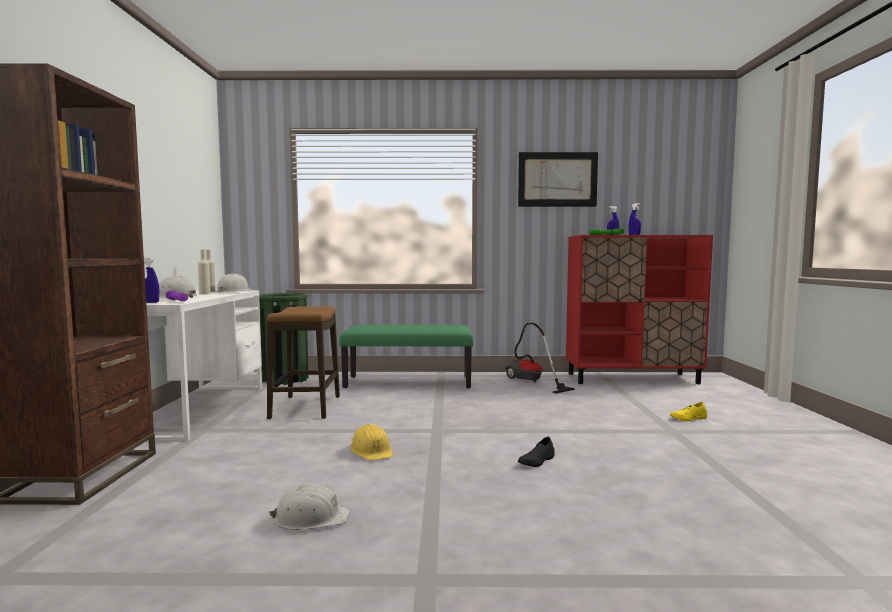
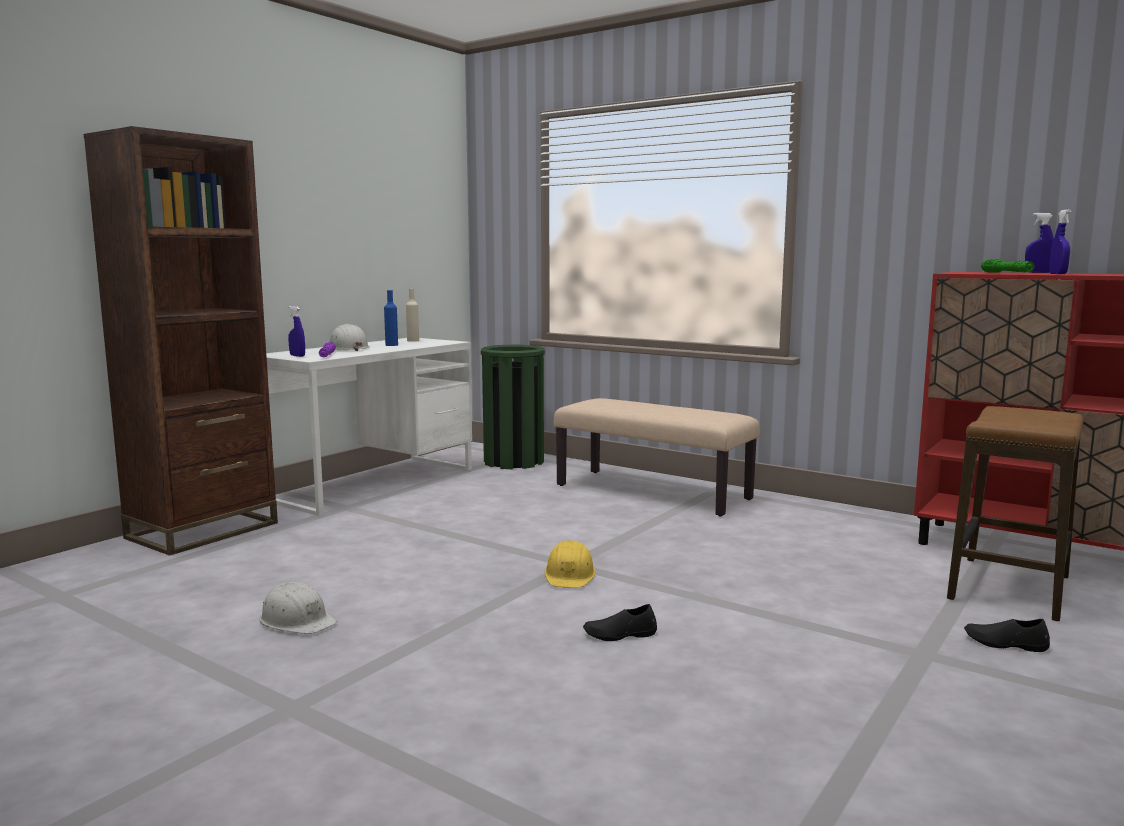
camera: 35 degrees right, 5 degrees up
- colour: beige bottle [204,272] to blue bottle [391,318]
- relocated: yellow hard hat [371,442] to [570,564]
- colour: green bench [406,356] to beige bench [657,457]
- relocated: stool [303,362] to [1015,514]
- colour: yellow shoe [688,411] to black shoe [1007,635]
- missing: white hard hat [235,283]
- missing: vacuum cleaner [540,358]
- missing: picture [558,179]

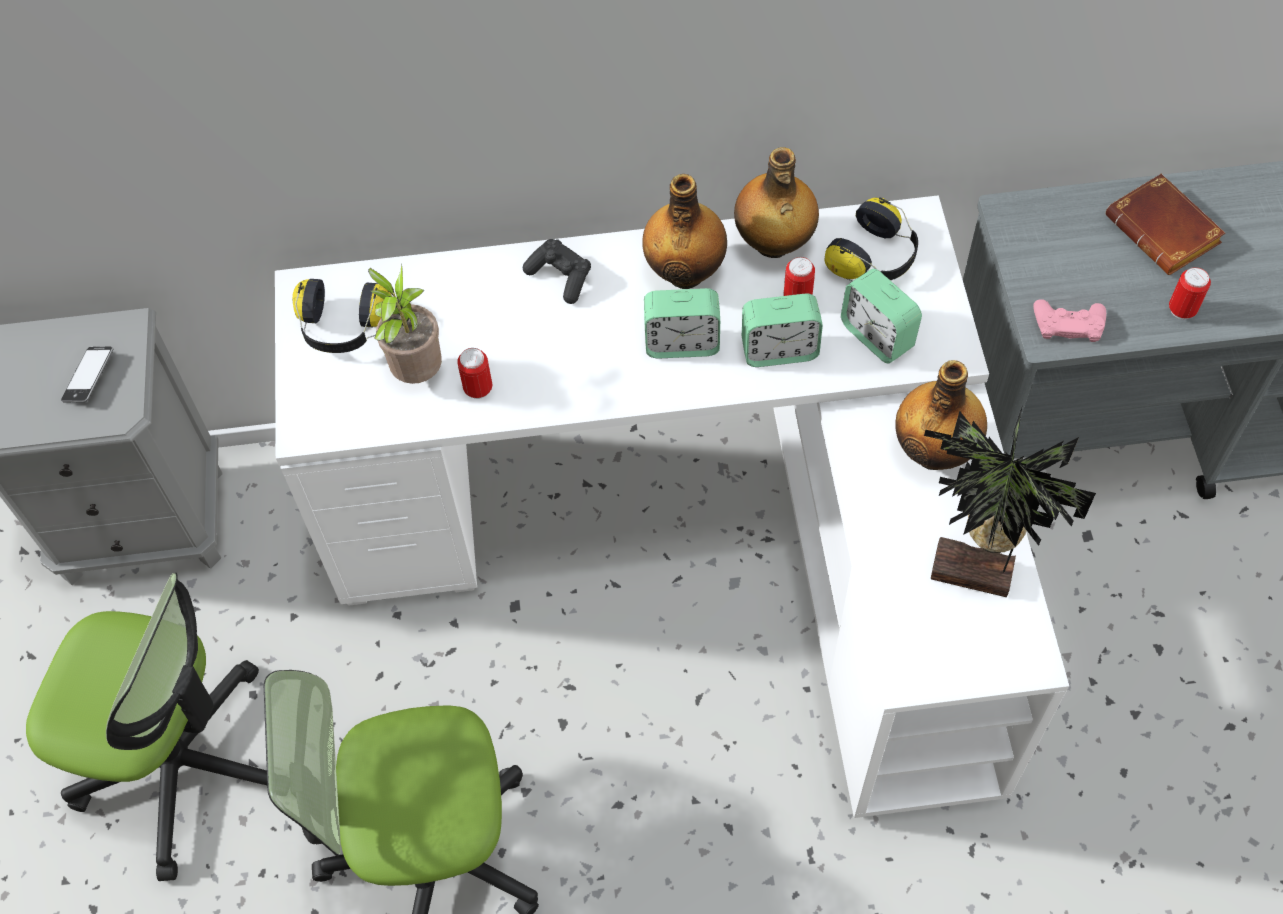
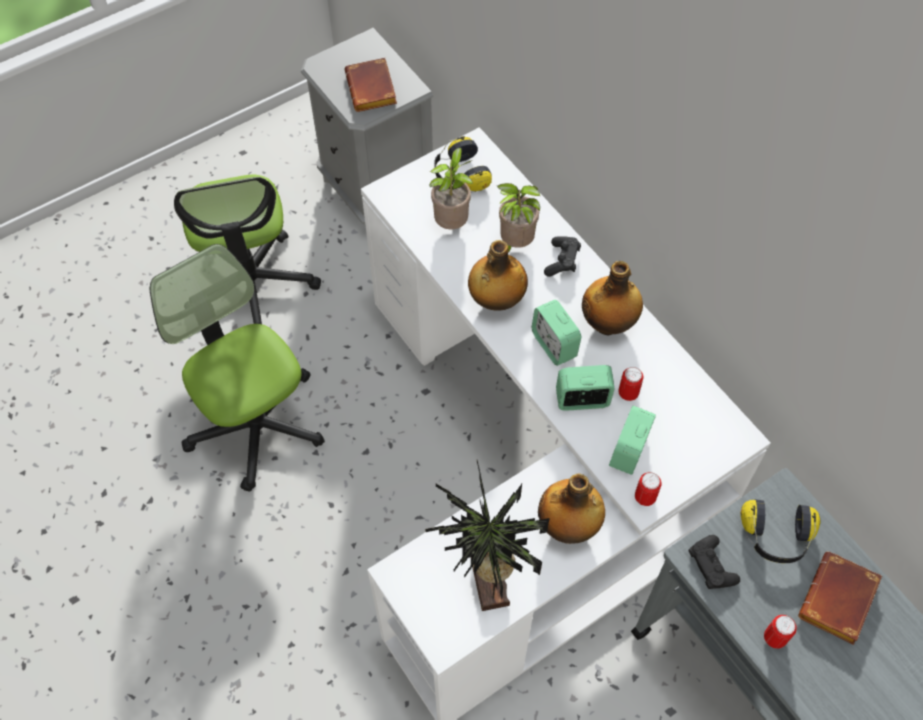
camera: 60 degrees right, 0 degrees up
- exchanged: phone [87,374] to brown book [371,85]
- relocated: bottle [776,202] to [498,275]
- appeared: potted plant [518,217]
- spun: alarm clock [782,330] = [585,388] 120 degrees clockwise
- relocated: can [474,373] to [648,489]
- colour: pink game controller [1069,320] to black game controller [714,562]
- relocated: headphones [871,239] to [781,531]

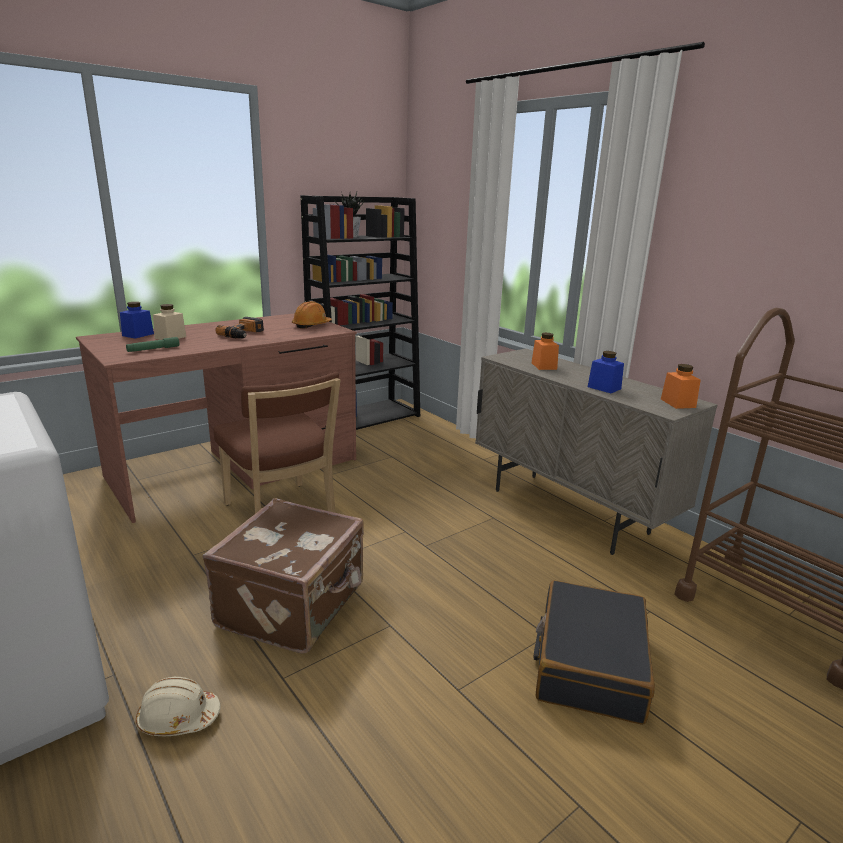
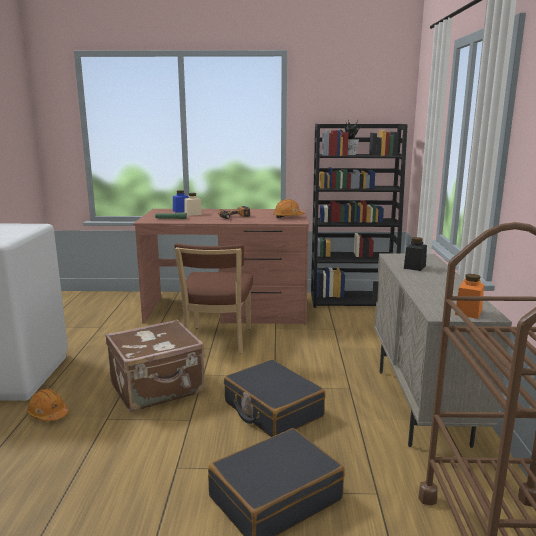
camera: 40 degrees right, 5 degrees down
- colour: beige hard hat [178,706] to orange hard hat [48,404]
- appeared: black suitcase [275,398]
- colour: orange jar [545,351] to black jar [415,254]
- missing: blue jar [606,372]

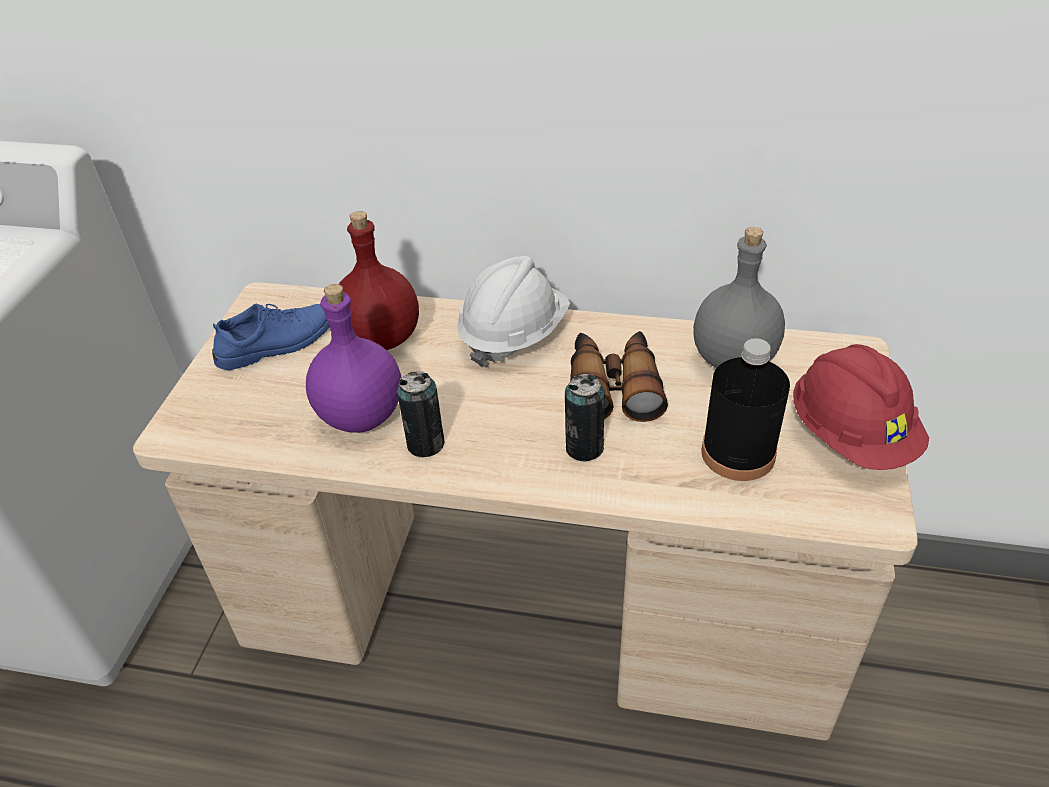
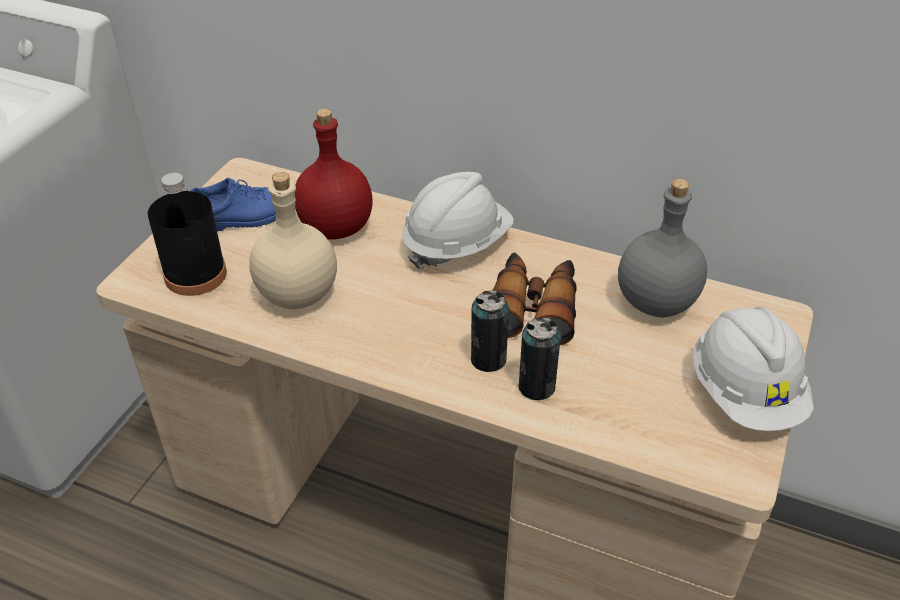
camera: 10 degrees right, 0 degrees up
- relocated: black bottle [745,409] to [187,234]
- colour: purple bottle [353,358] to beige bottle [293,240]
- relocated: can [420,414] to [539,358]
- colour: red hard hat [861,407] to white hard hat [753,369]

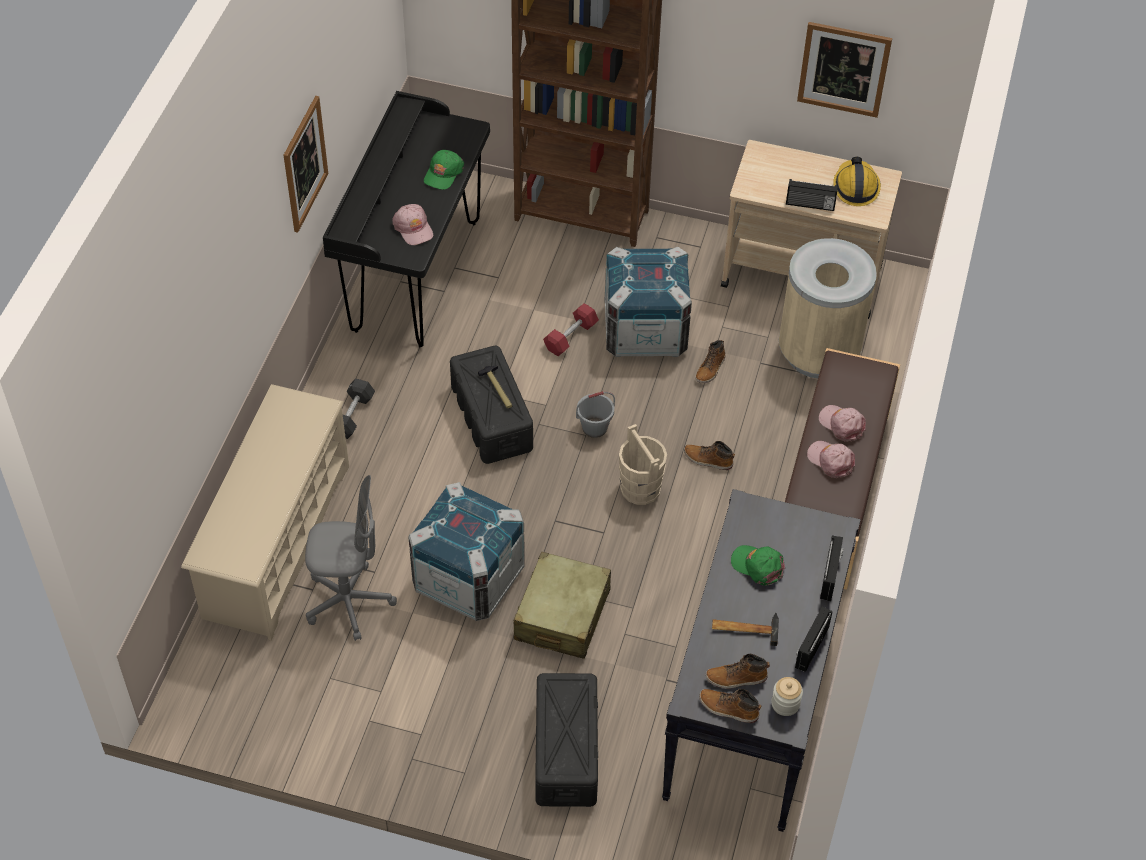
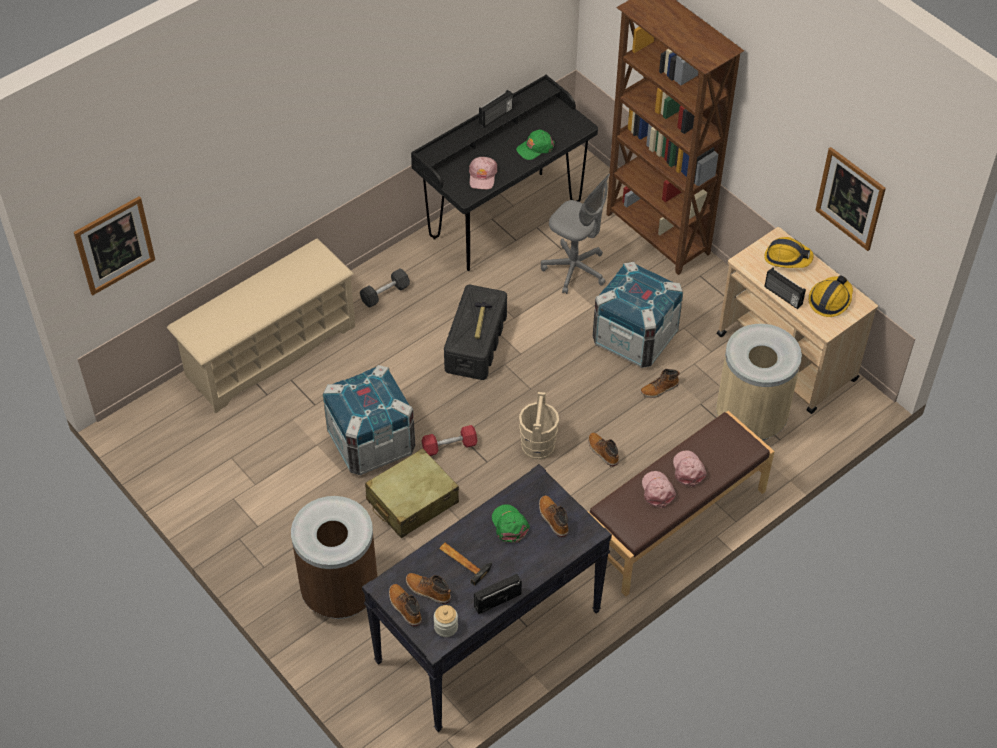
camera: 35 degrees right, 0 degrees up
- relocated: picture [305,164] to [114,245]
- exchanged: black storage box [566,740] to brown trash can [334,557]
- relocated: red dumbbell [571,329] to [449,440]
- relocated: radio [832,568] to [496,109]
- appeared: boot [554,516]
- relocated: grey office chair [351,558] to [575,234]
- appeared: hard hat [789,252]
- missing: grey bucket [595,414]

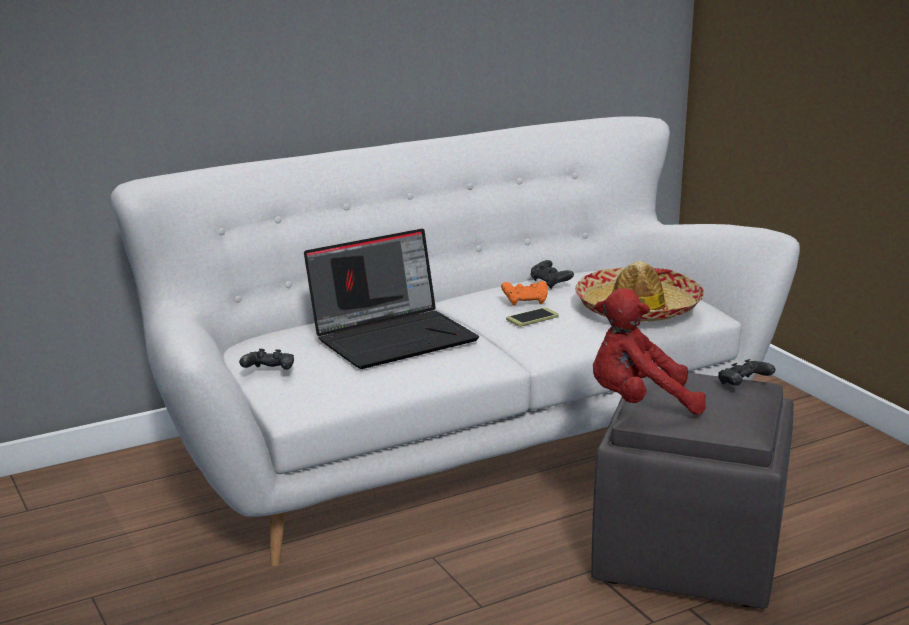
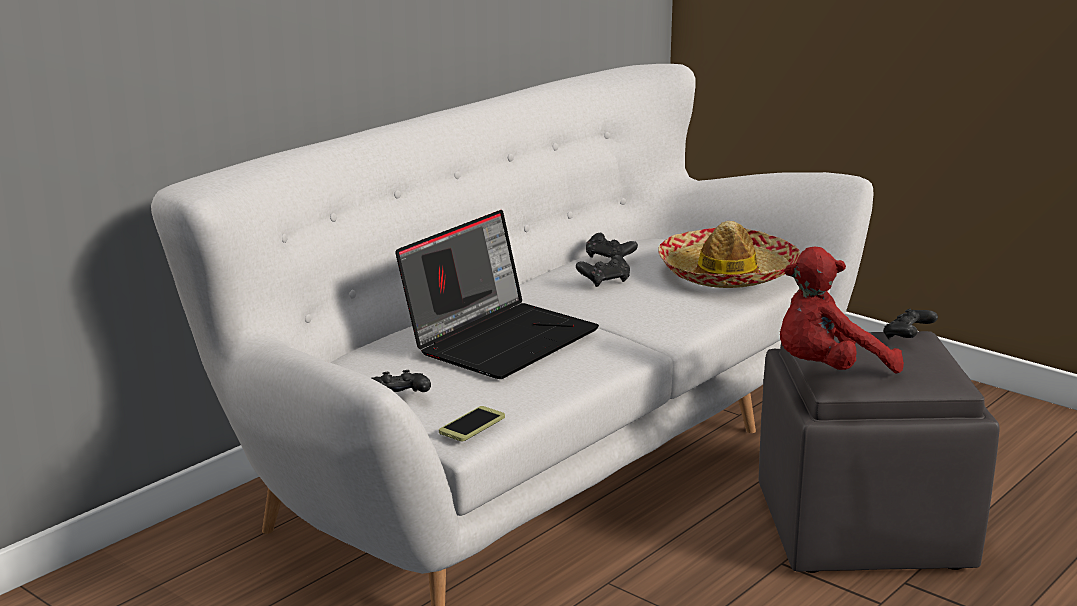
camera: 20 degrees left, 0 degrees up
- relocated: phone [532,317] to [472,423]
- colour: orange game controller [524,293] to black game controller [603,271]

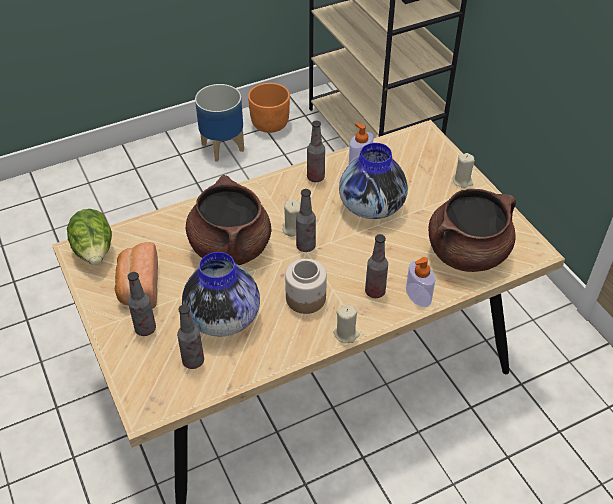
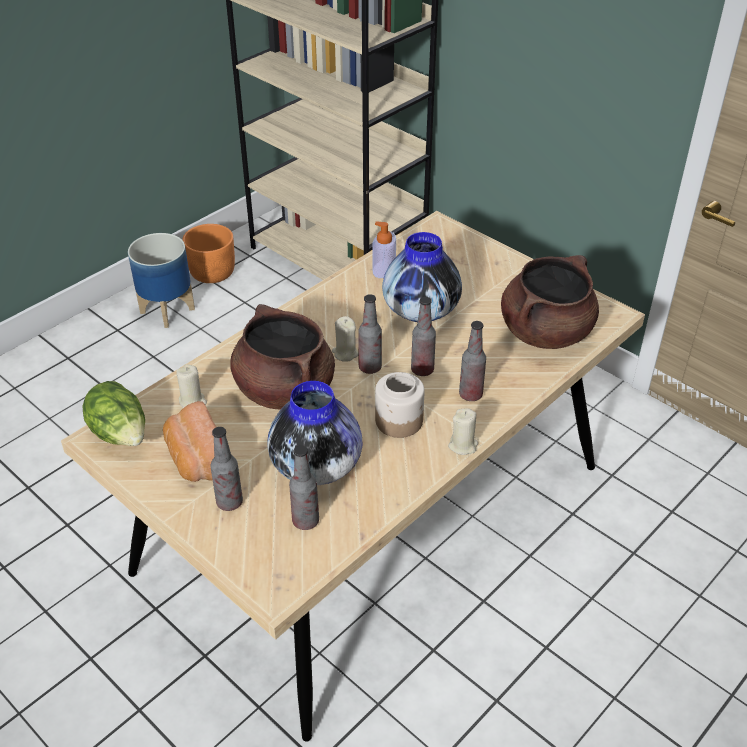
camera: 20 degrees left, 5 degrees down
- relocated: beige candle [464,170] to [191,386]
- relocated: bottle [316,151] to [423,336]
- missing: soap dispenser [421,282]

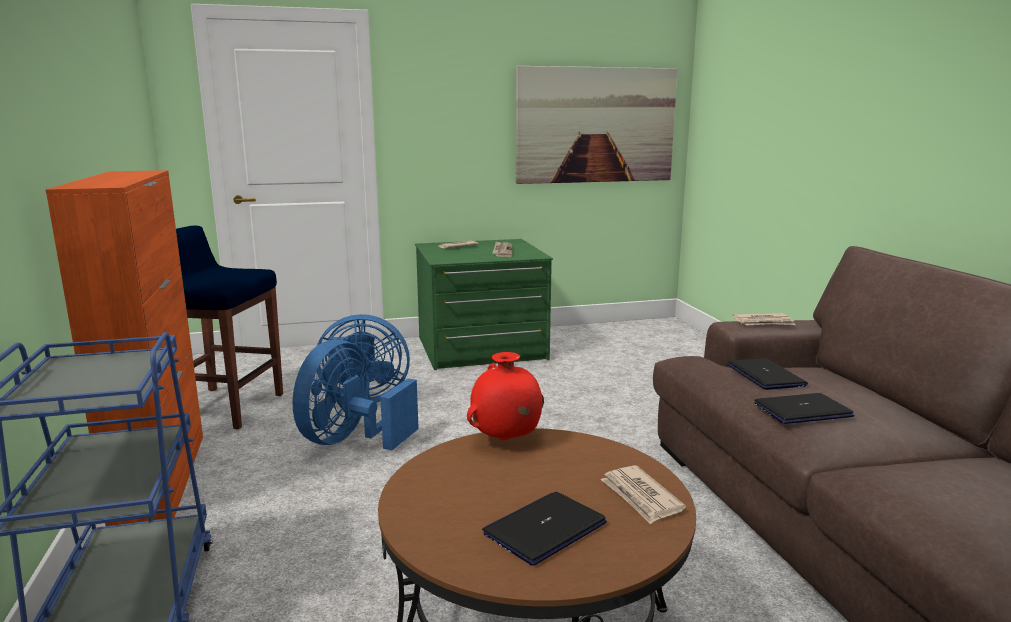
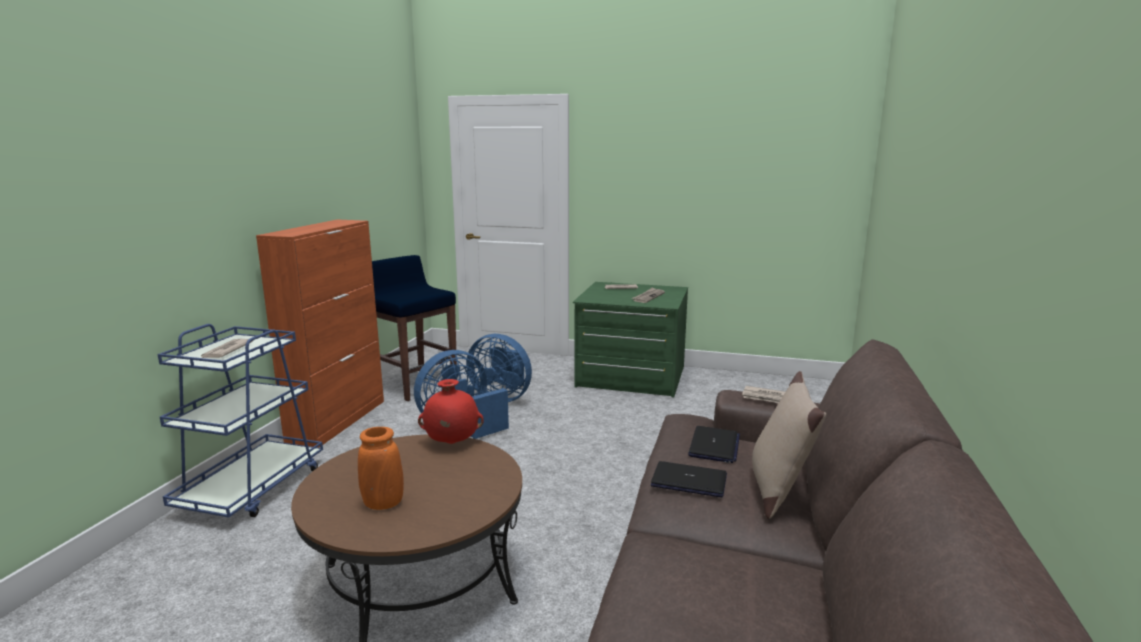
camera: 30 degrees right, 0 degrees up
- relocated: newspaper [643,494] to [227,348]
- exchanged: laptop [544,529] to orange vase [381,468]
- appeared: beige pillow [789,445]
- missing: picture [597,125]

